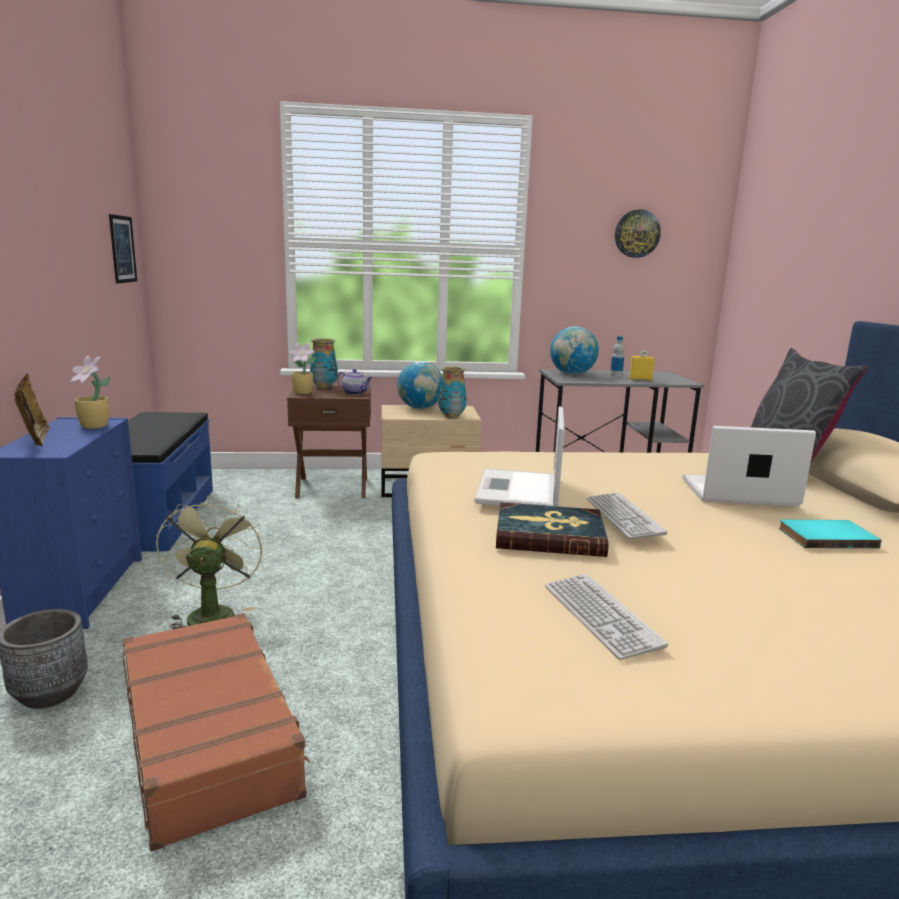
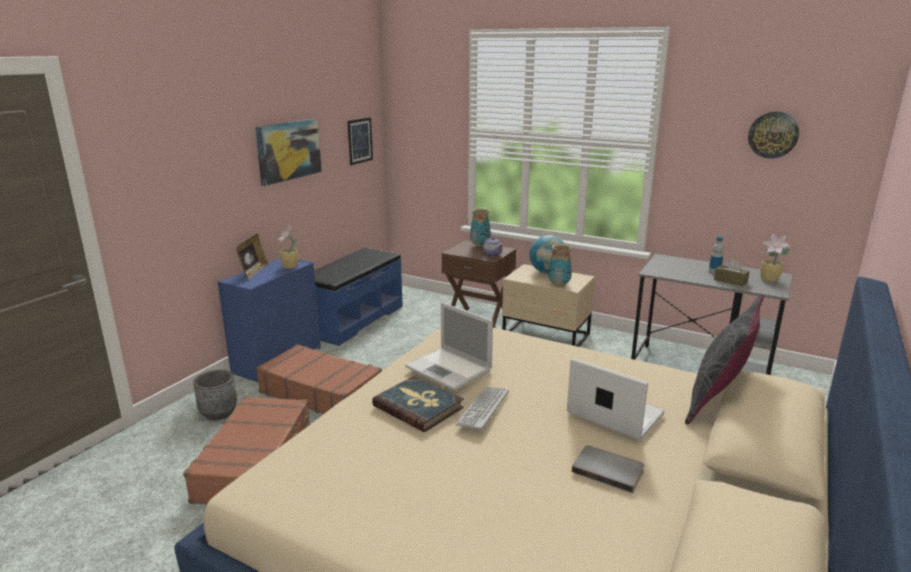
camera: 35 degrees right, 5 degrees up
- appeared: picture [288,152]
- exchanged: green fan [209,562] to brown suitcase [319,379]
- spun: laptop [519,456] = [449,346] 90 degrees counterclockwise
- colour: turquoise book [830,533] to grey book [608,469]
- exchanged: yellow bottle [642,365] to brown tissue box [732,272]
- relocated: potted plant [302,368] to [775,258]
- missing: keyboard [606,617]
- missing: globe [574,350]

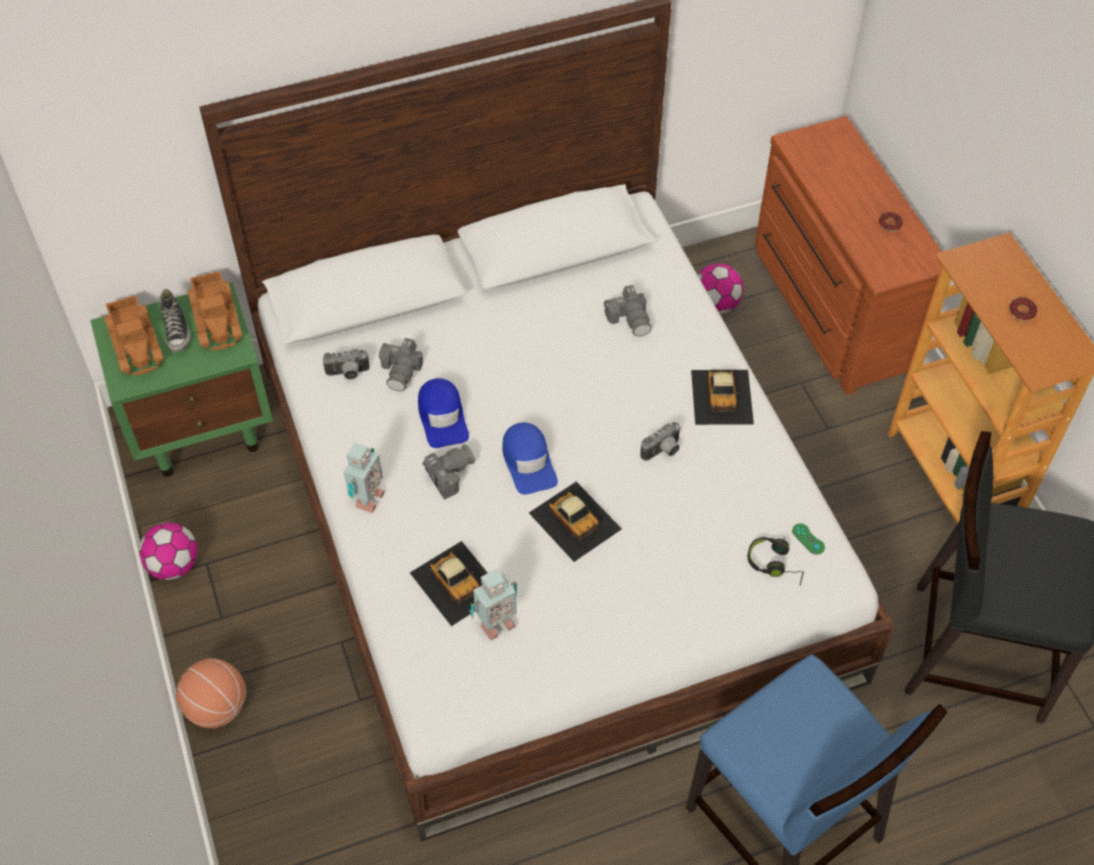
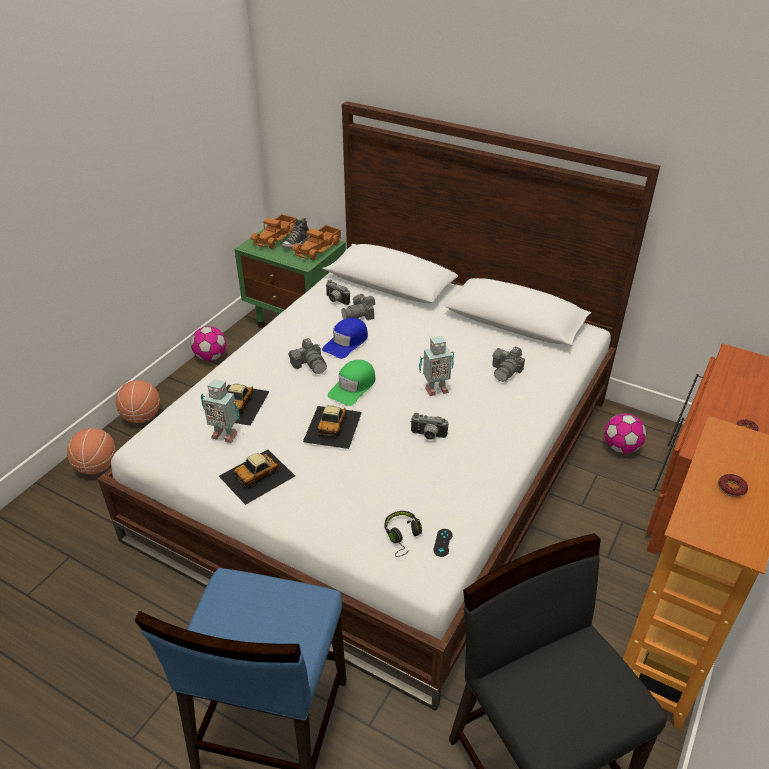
camera: 50 degrees right, 15 degrees down
- appeared: basketball [91,451]
- relocated: toy car [722,397] to [257,477]
- spun: photo camera [448,472] = [308,356] 45 degrees clockwise
- colour: blue cap [530,459] to green cap [352,383]
- relocated: toy robot [364,478] to [436,366]
- colour: green game controller [808,539] to black game controller [442,543]

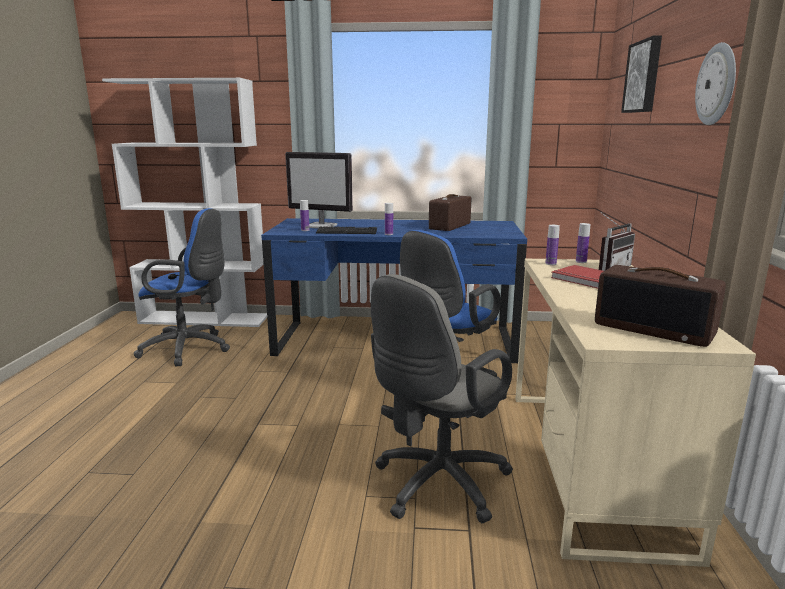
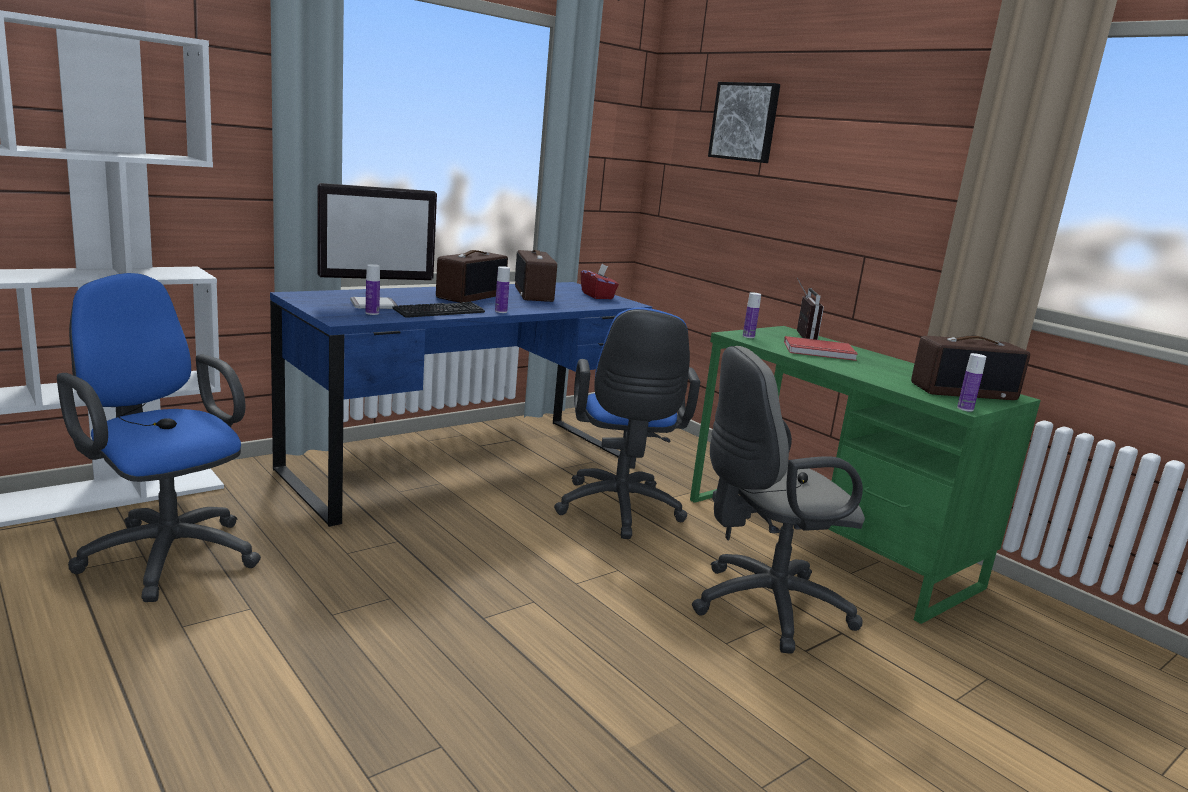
camera: 45 degrees left, 0 degrees up
- spun: blue office chair [182,287] = [159,437] 105 degrees counterclockwise
- appeared: radio [472,276]
- appeared: red tissue box [600,281]
- colour: beige desk [635,413] to green desk [865,475]
- spun: grey office chair [442,398] = [778,500] 75 degrees clockwise
- relocated: bottle [583,243] to [971,382]
- missing: wall clock [715,83]

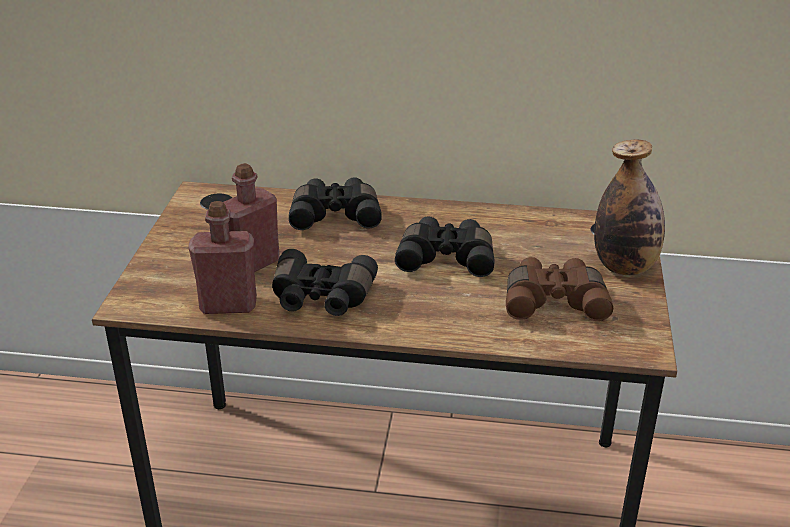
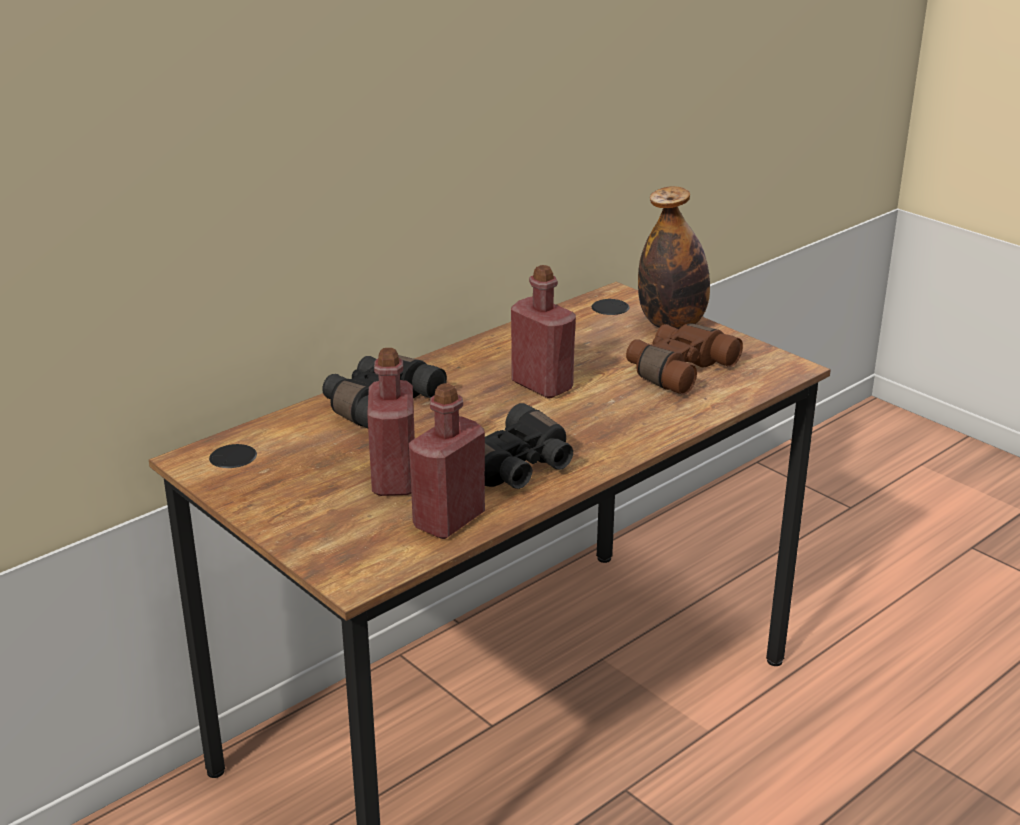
camera: 50 degrees left, 5 degrees down
- exchanged: black binoculars [445,246] to red bottle [543,332]

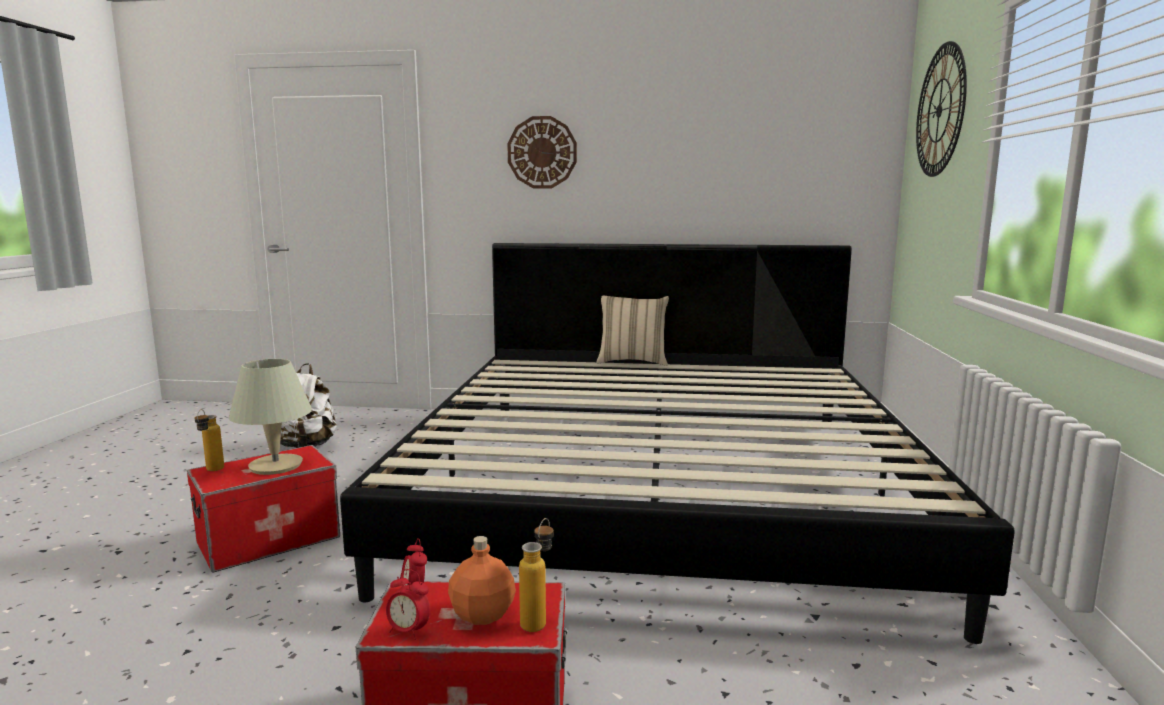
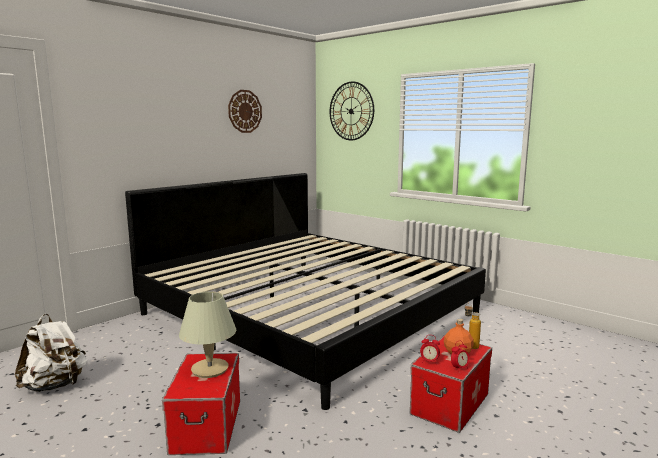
camera: 55 degrees left, 0 degrees up
- relocated: wall clock [542,152] to [245,111]
- missing: bottle [209,440]
- missing: beige pillow [633,331]

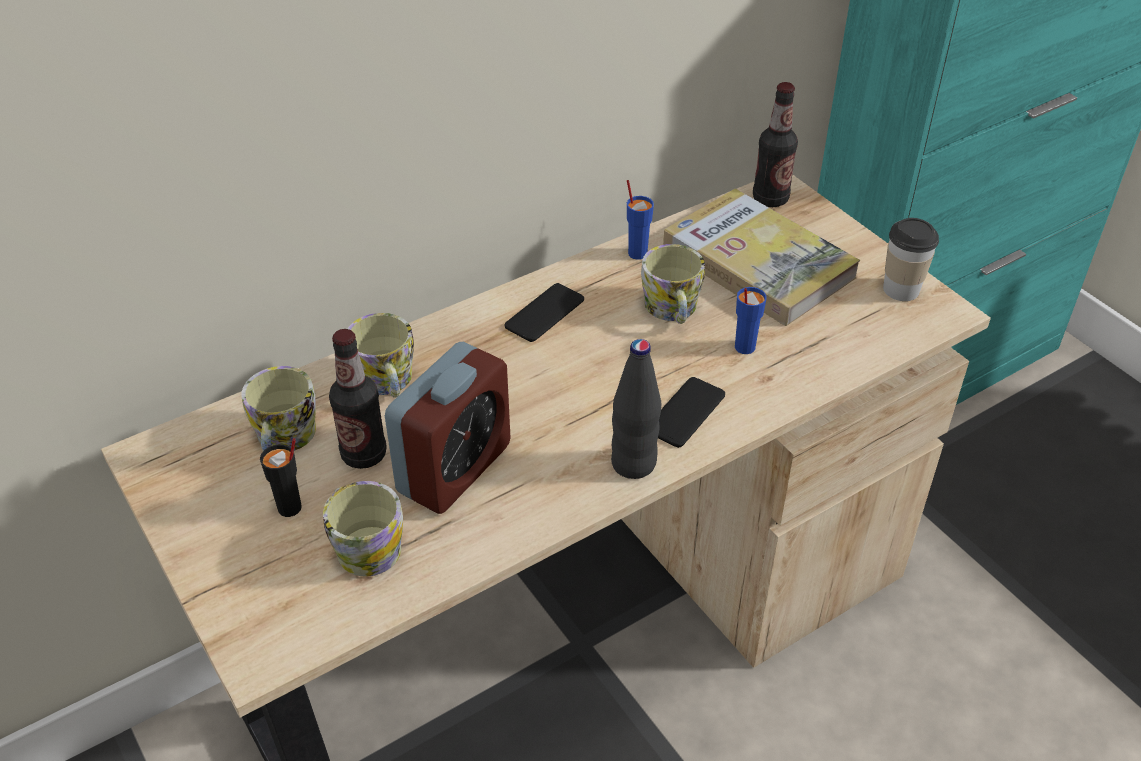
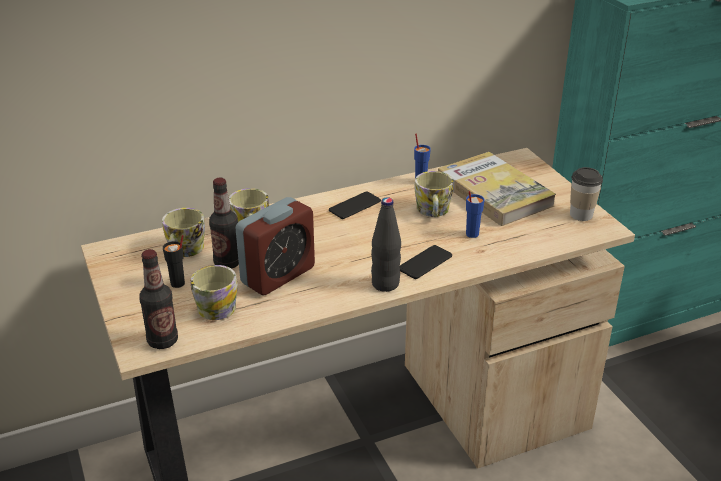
camera: 10 degrees right, 10 degrees down
- relocated: bottle [775,144] to [158,299]

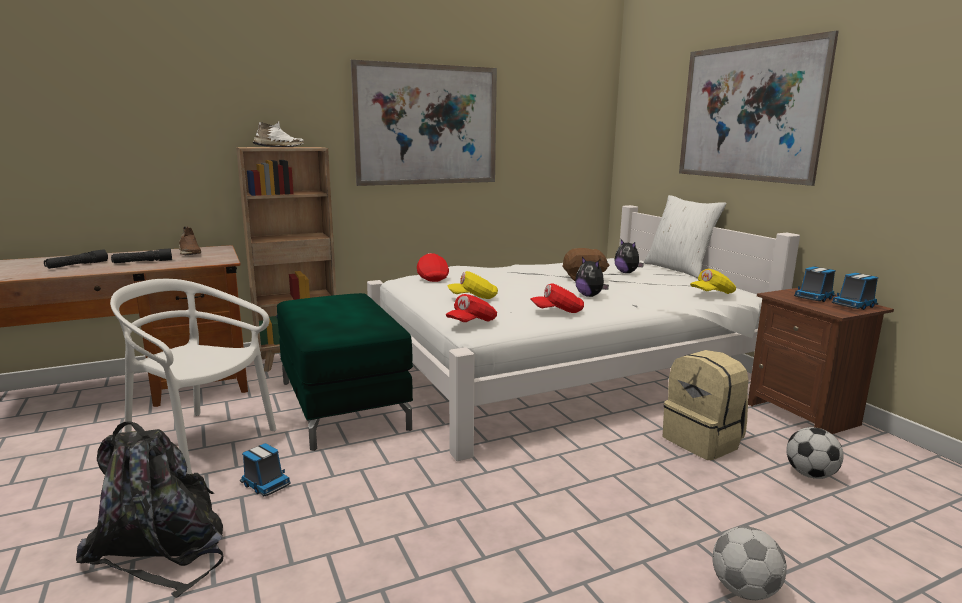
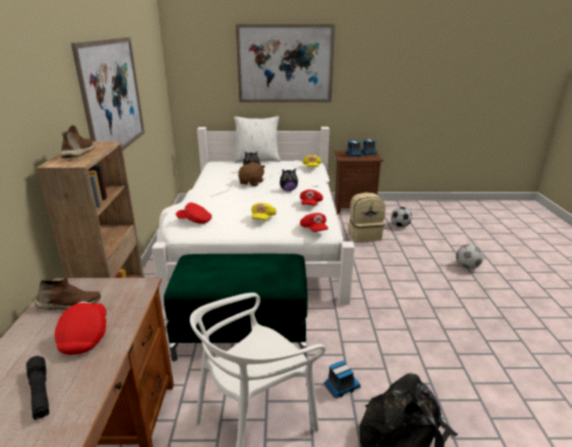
camera: 65 degrees left, 10 degrees up
- exchanged: black flashlight [141,255] to red cap [80,328]
- colour: white shoe [278,134] to brown shoe [78,141]

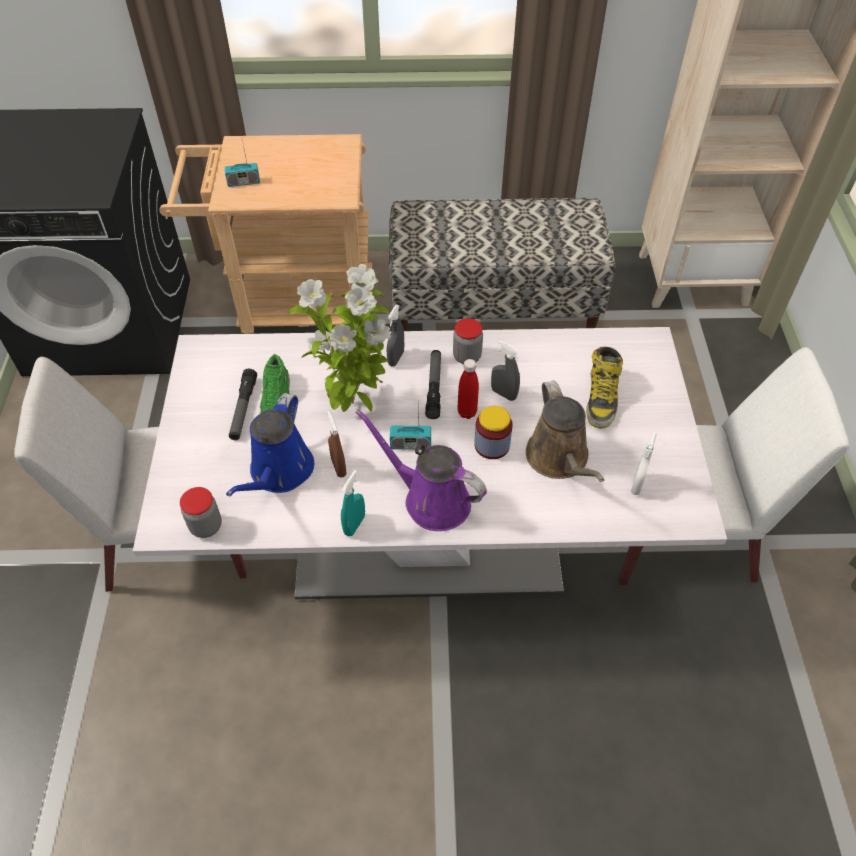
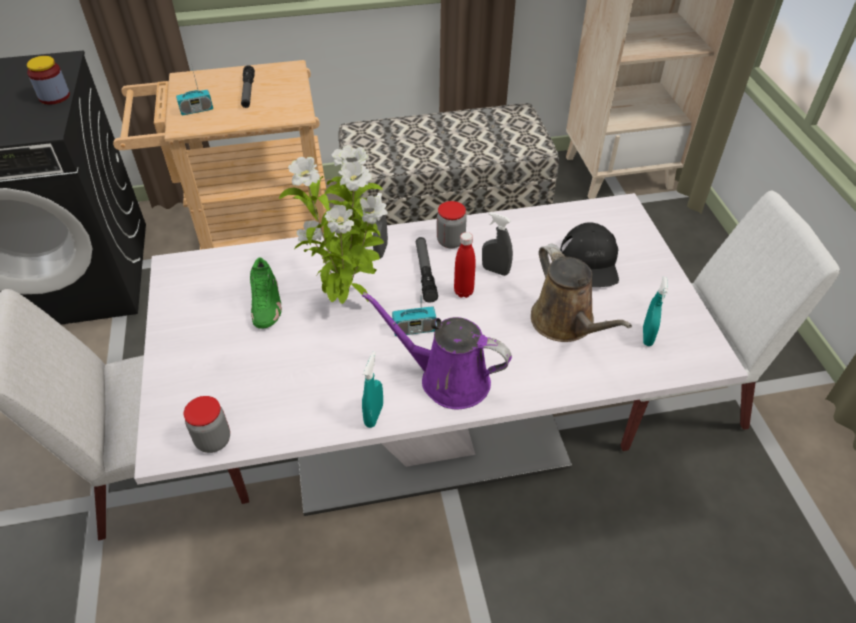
camera: 10 degrees left, 5 degrees down
- relocated: jar [493,432] to [48,80]
- relocated: flashlight [243,404] to [248,86]
- exchanged: boot [604,388] to black cap [589,254]
- colour: white spray bottle [644,463] to turquoise spray bottle [655,311]
- missing: blue watering can [270,444]
- missing: brown spray bottle [337,444]

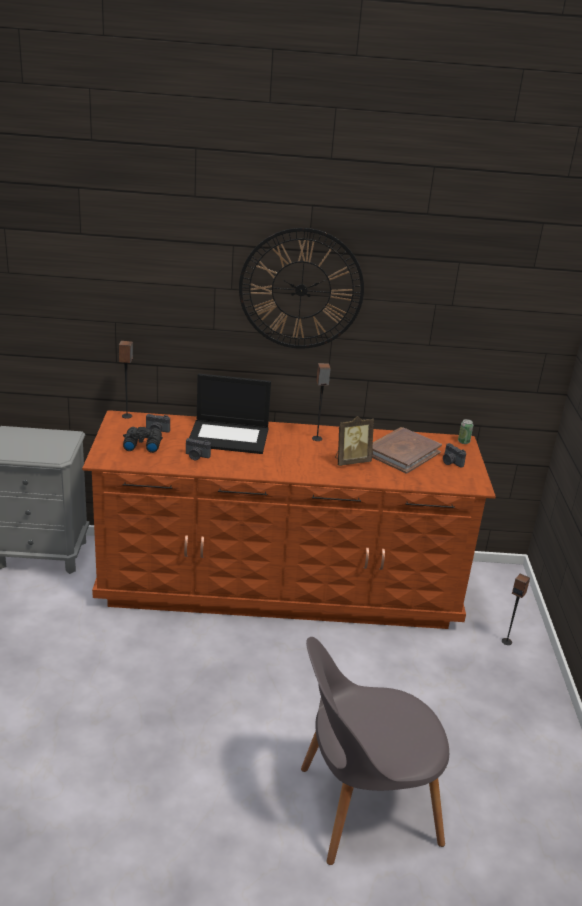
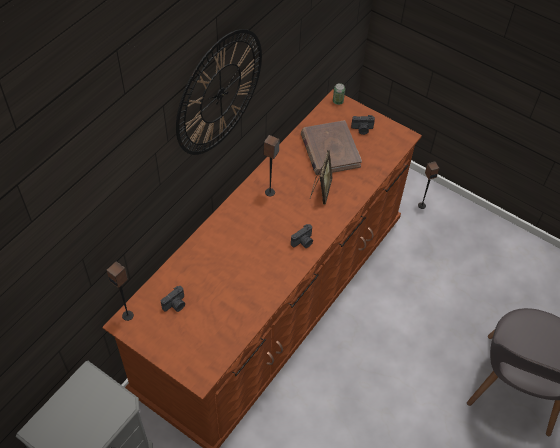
camera: 55 degrees left, 25 degrees up
- relocated: photo camera [198,449] to [302,236]
- missing: black binoculars [143,440]
- missing: laptop [230,414]

